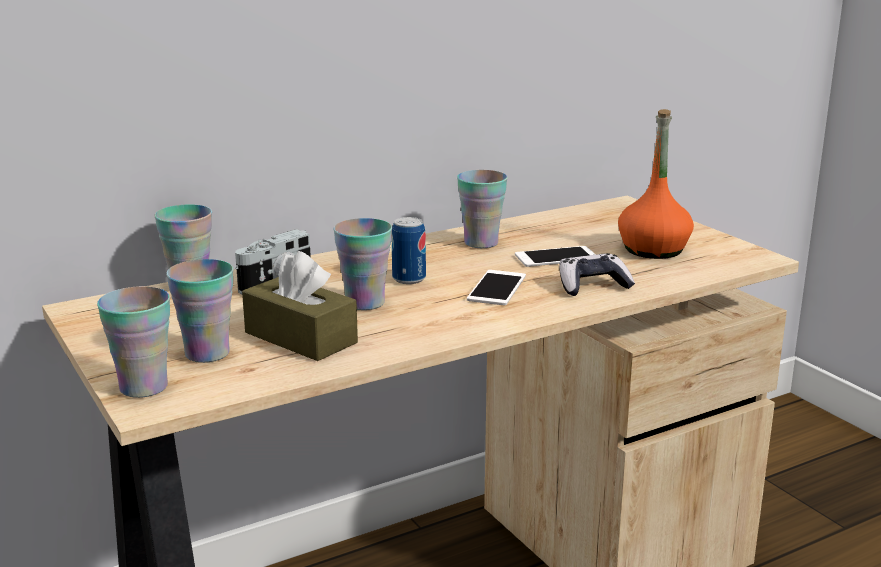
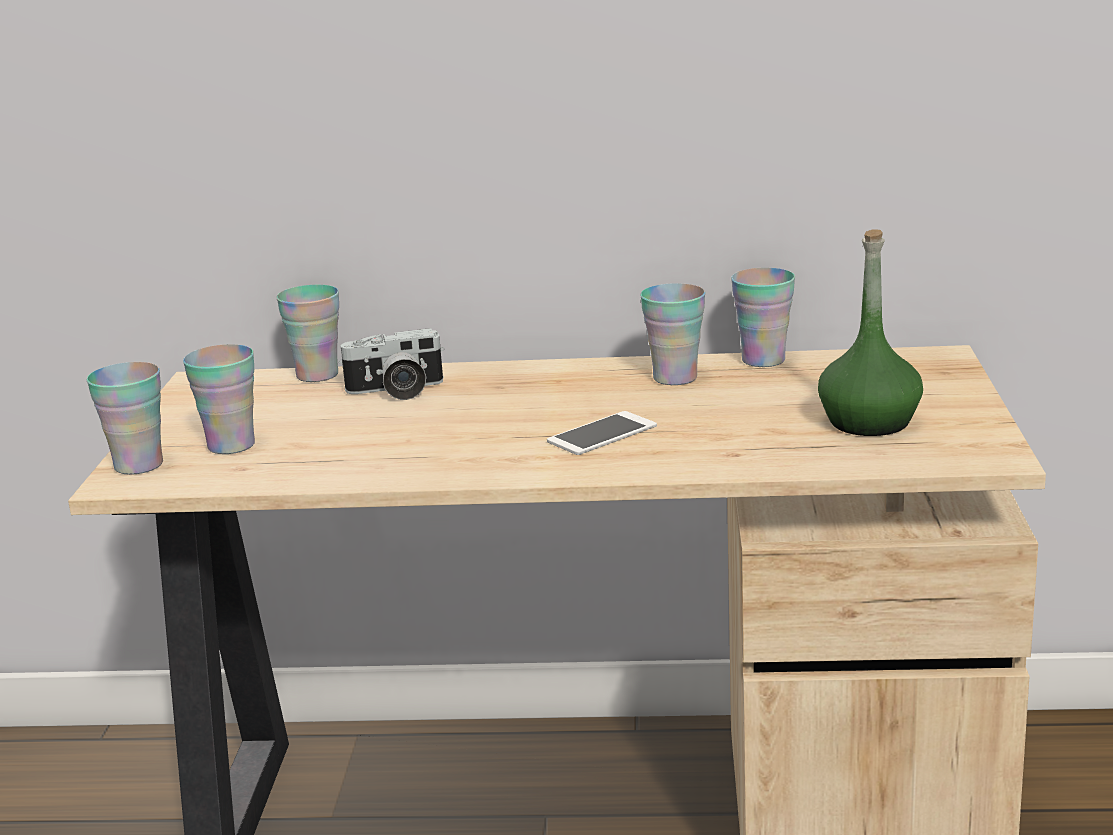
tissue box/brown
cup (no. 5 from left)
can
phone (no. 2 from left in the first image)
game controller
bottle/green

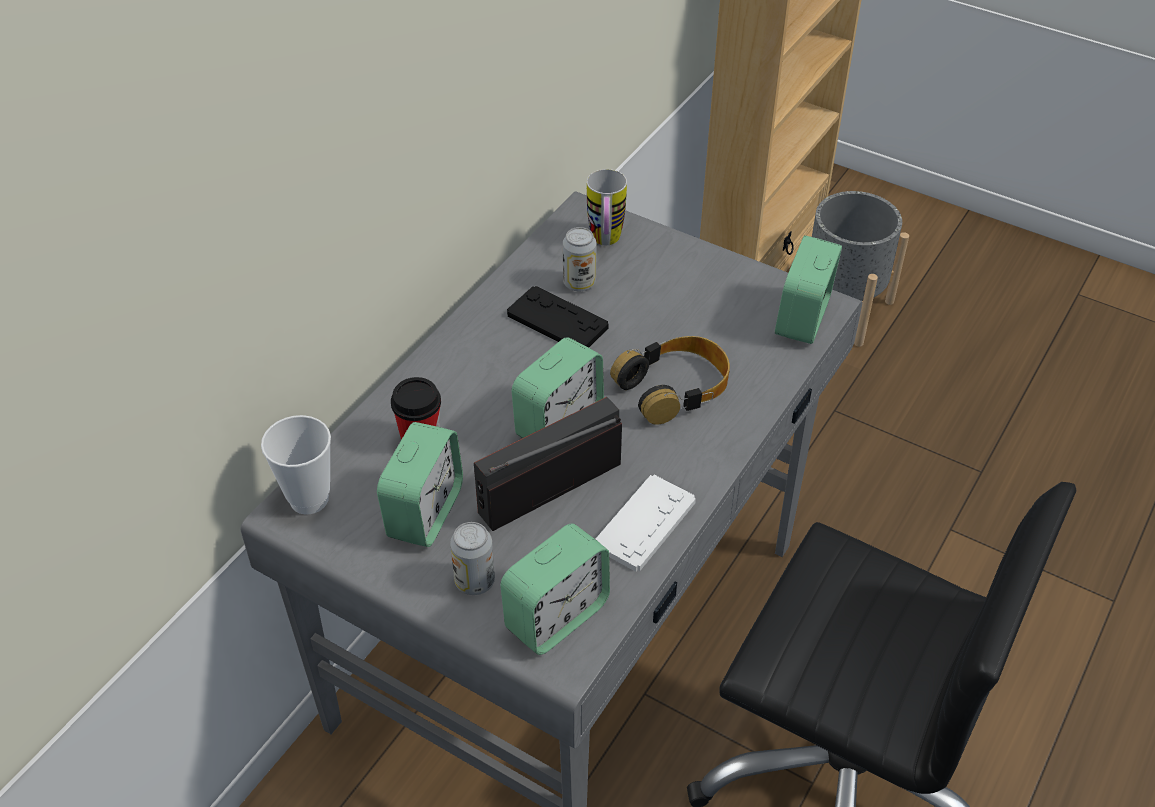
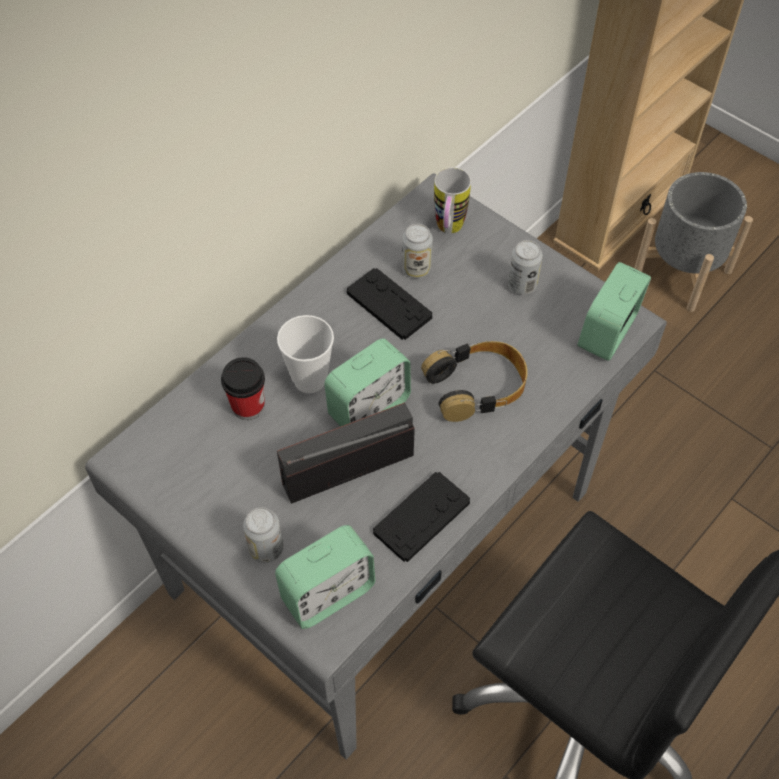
cup (no. 2 from left)
alarm clock (no. 1 from left in the first image)
game controller/black (no. 2 from left)
can (no. 3 from left)

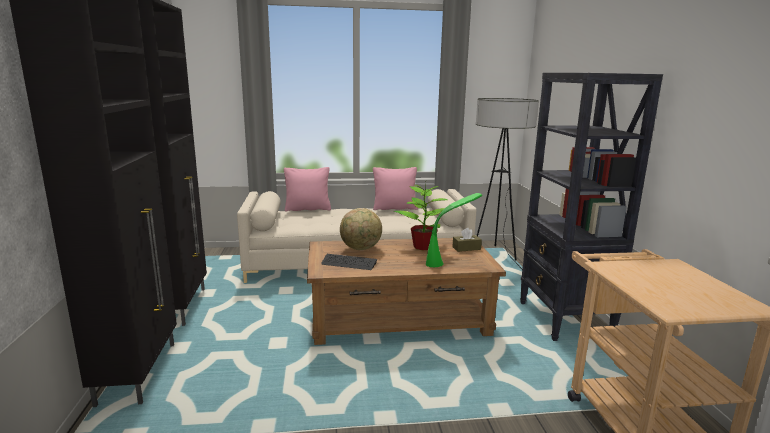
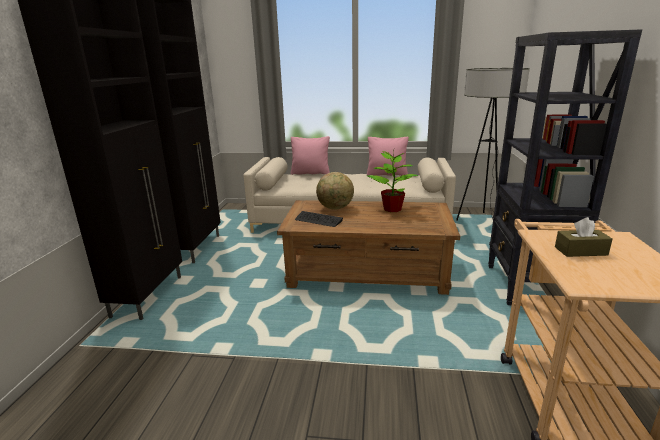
table lamp/green
tissue box/brown

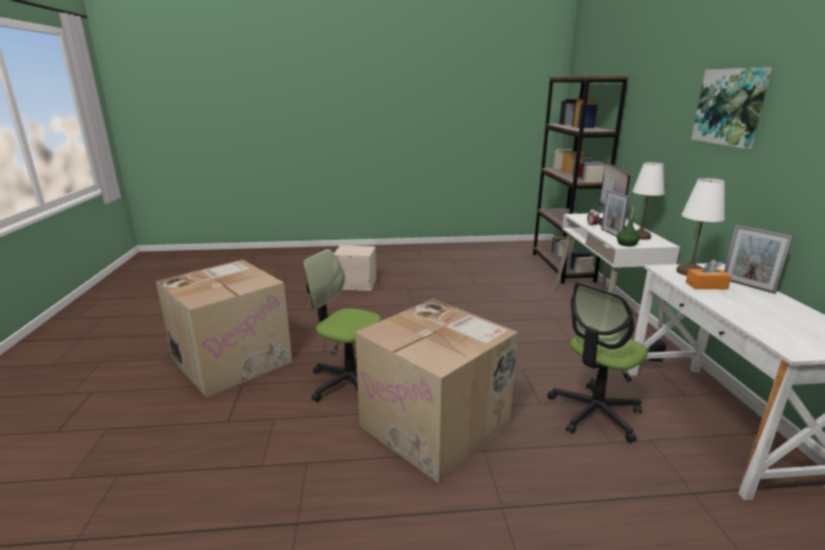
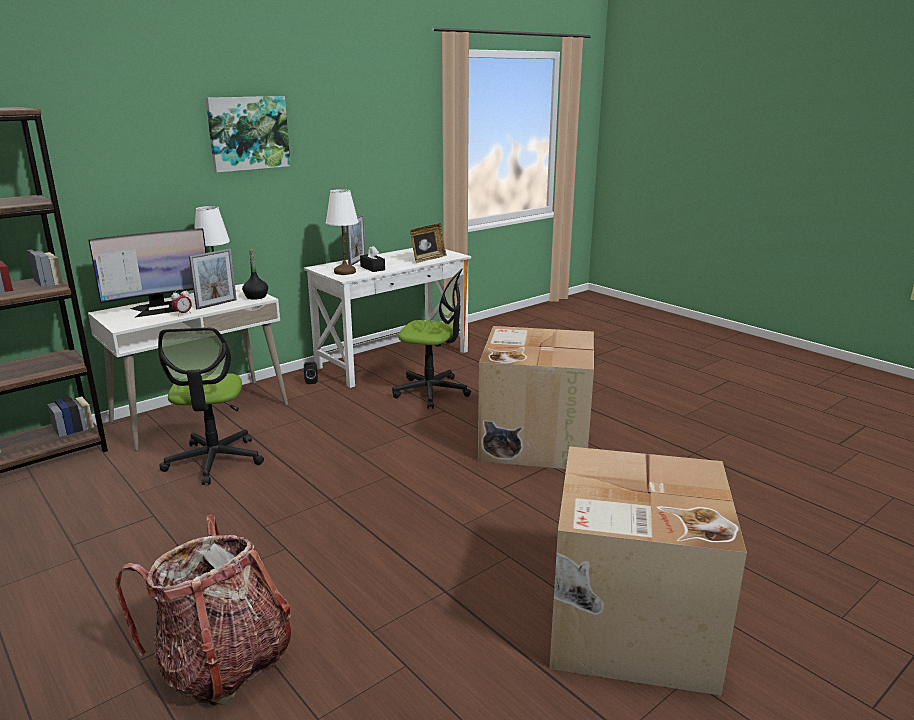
office chair (no. 1 from left)
backpack
bottle/black
tissue box/black
picture frame (no. 3 from left)

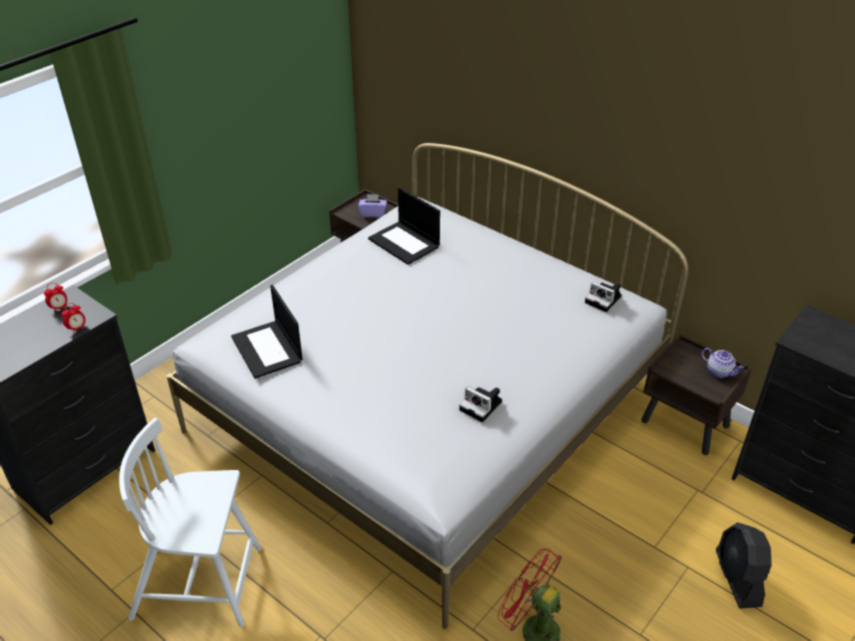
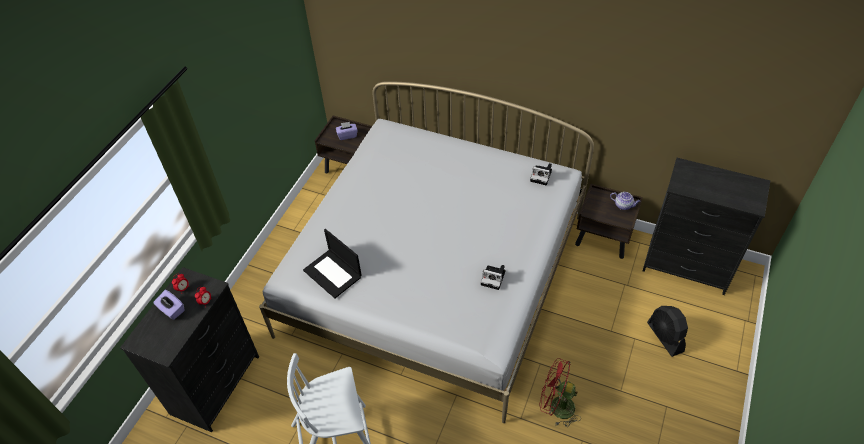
laptop (no. 2 from left in the first image)
tissue box/purple (no. 1 from left)

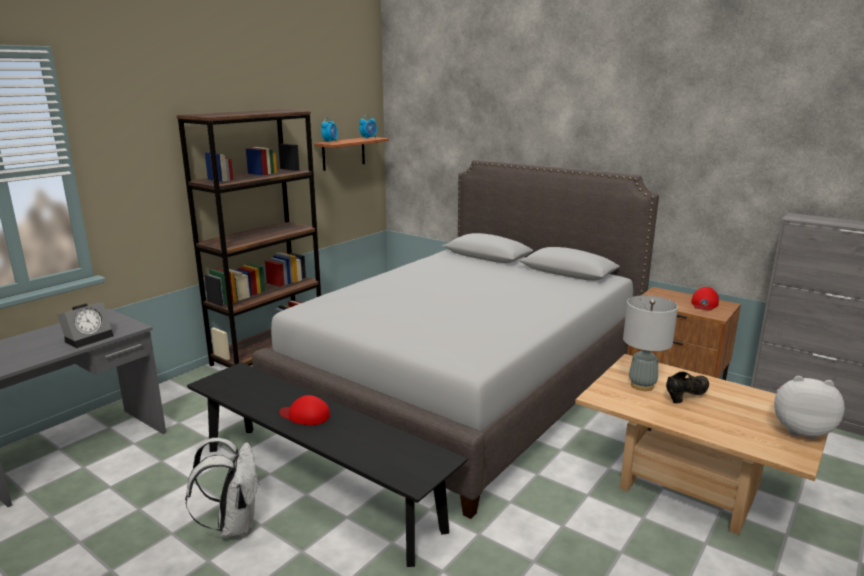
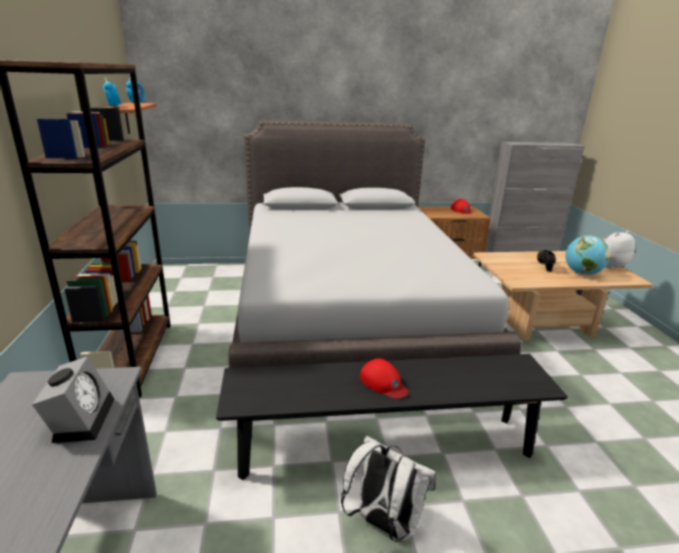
cap/red (no. 1 from left)
table lamp/grey
globe

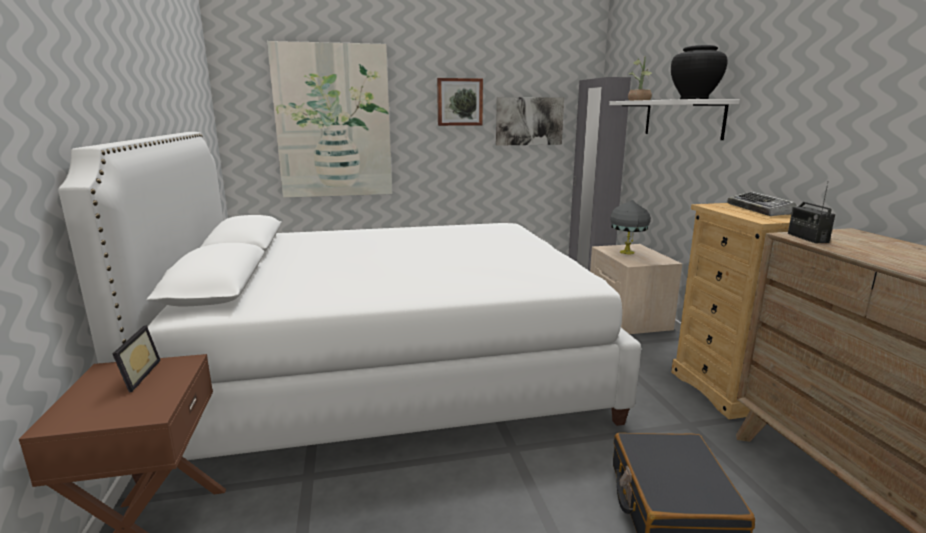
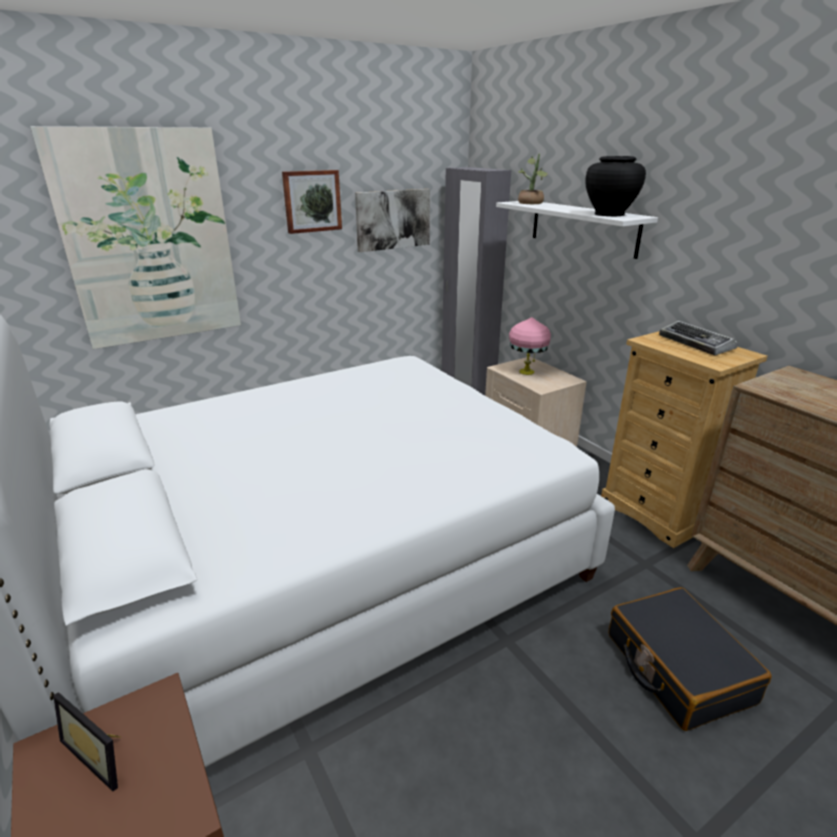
picture frame
table lamp/pink
radio

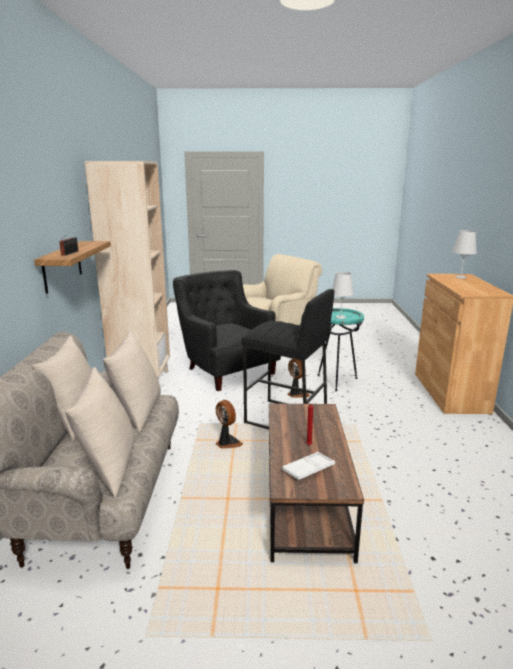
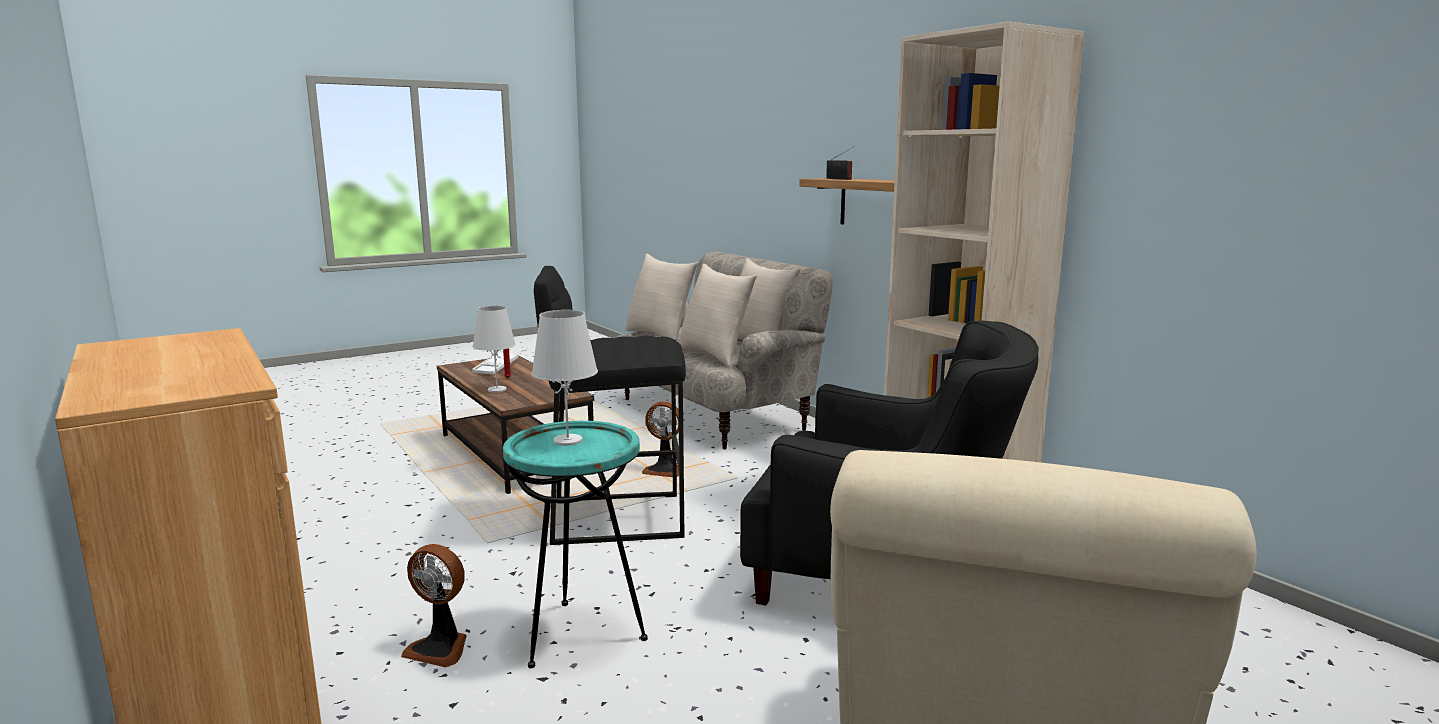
fan (no. 1 from left)
table lamp/white (no. 1 from left)

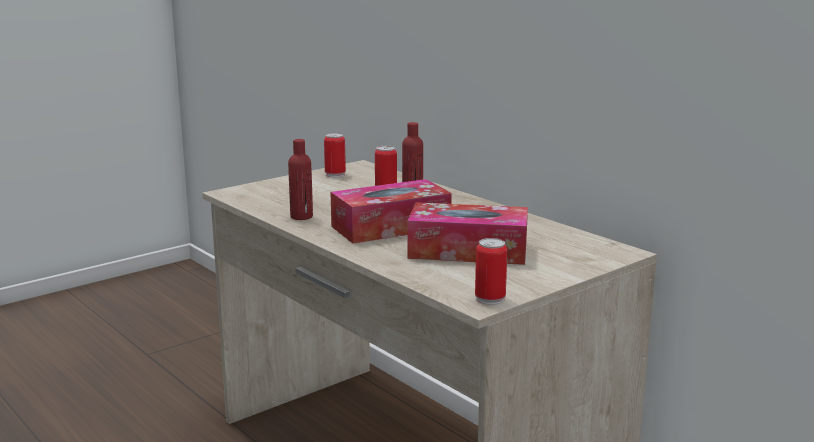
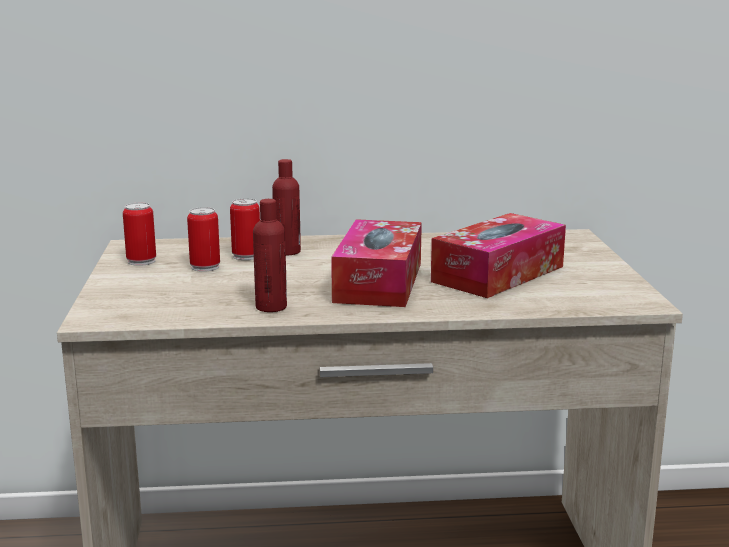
can (no. 2 from left)

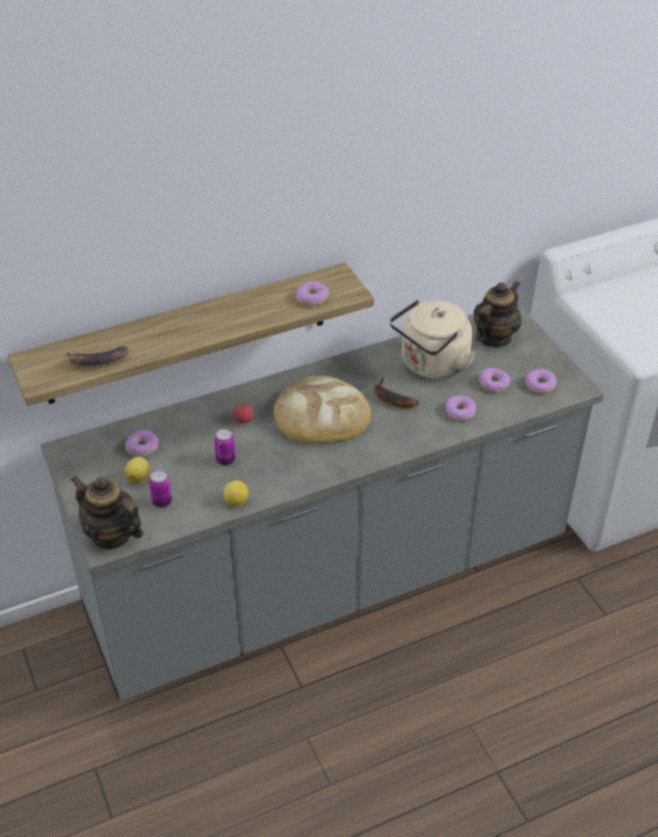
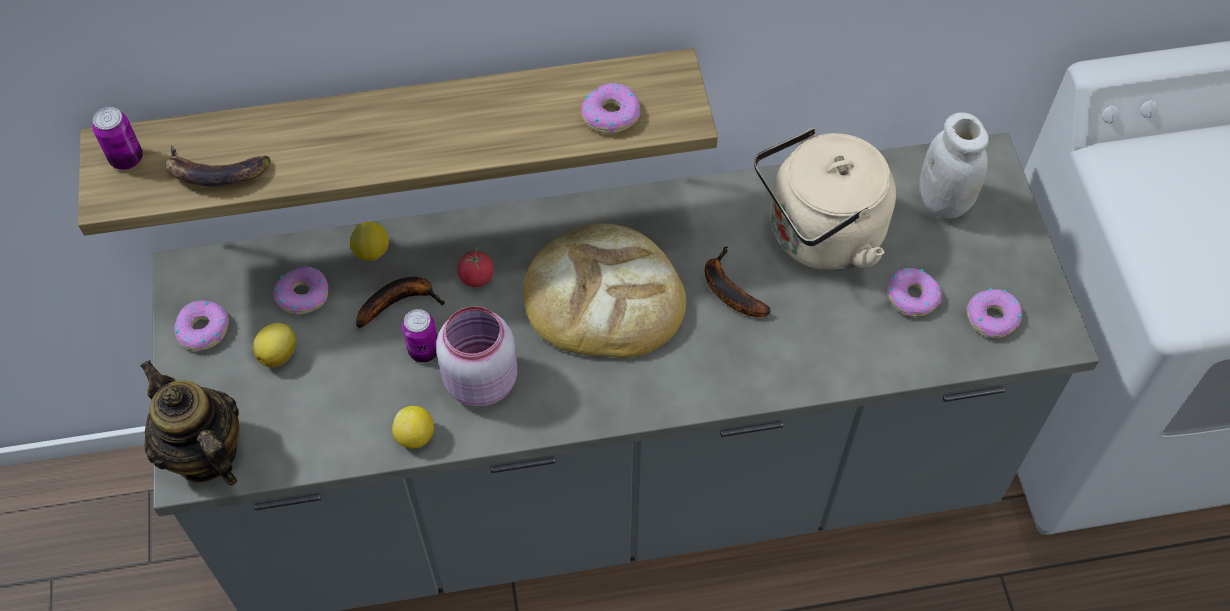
can (no. 1 from left)
donut (no. 1 from left)
jar/white
lemon (no. 2 from left)
banana (no. 2 from left)
jar/pink

